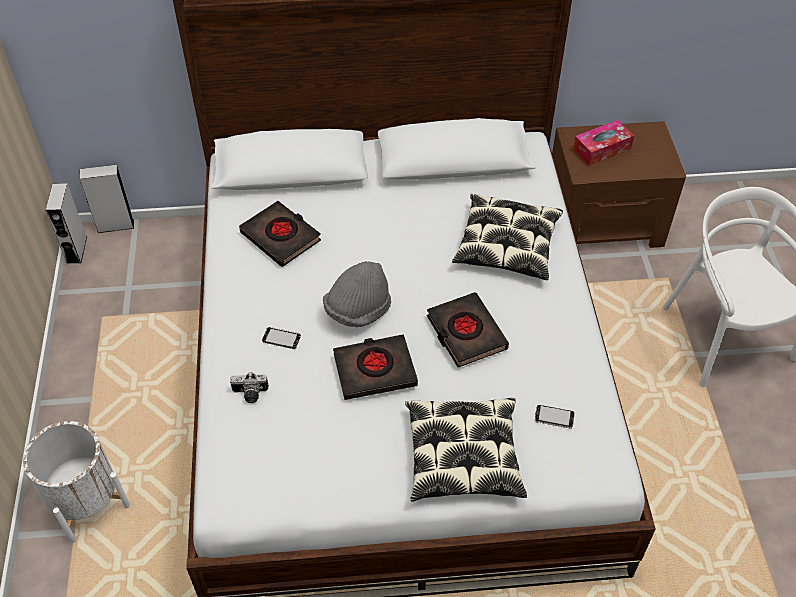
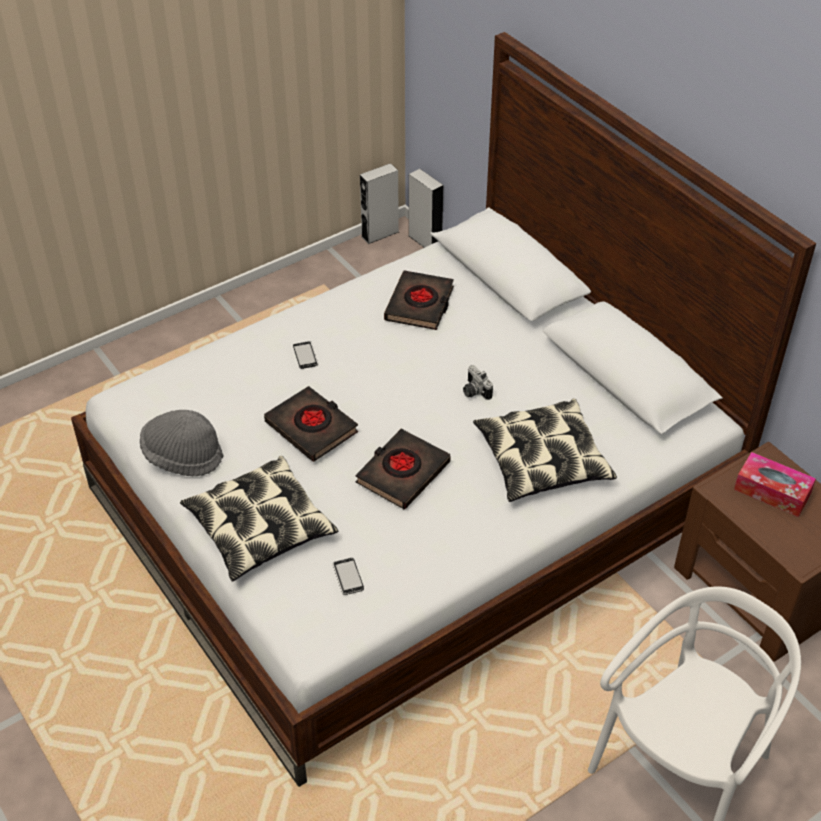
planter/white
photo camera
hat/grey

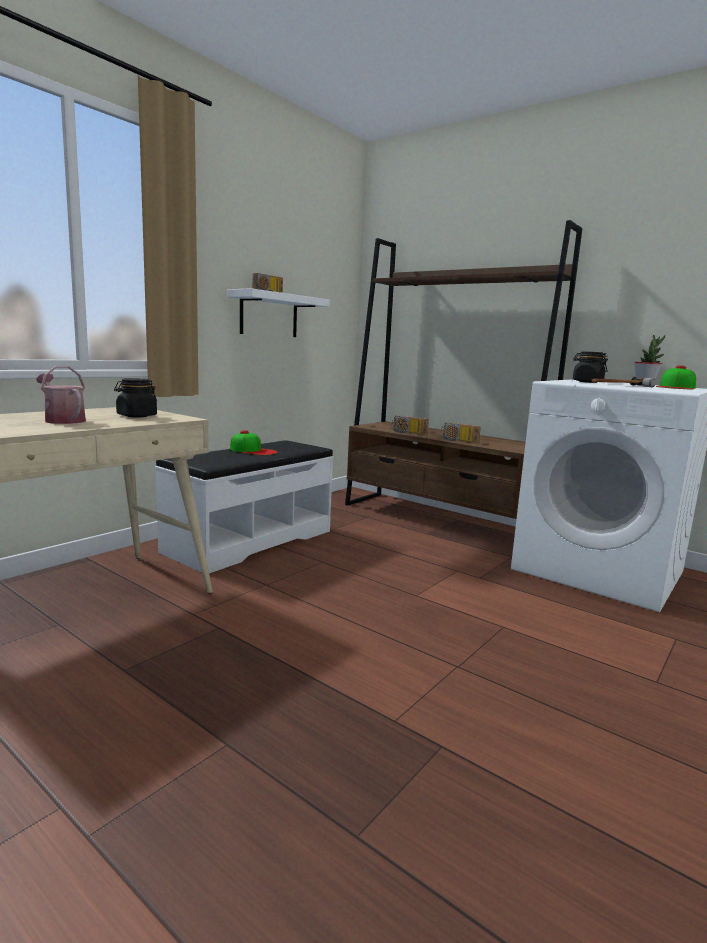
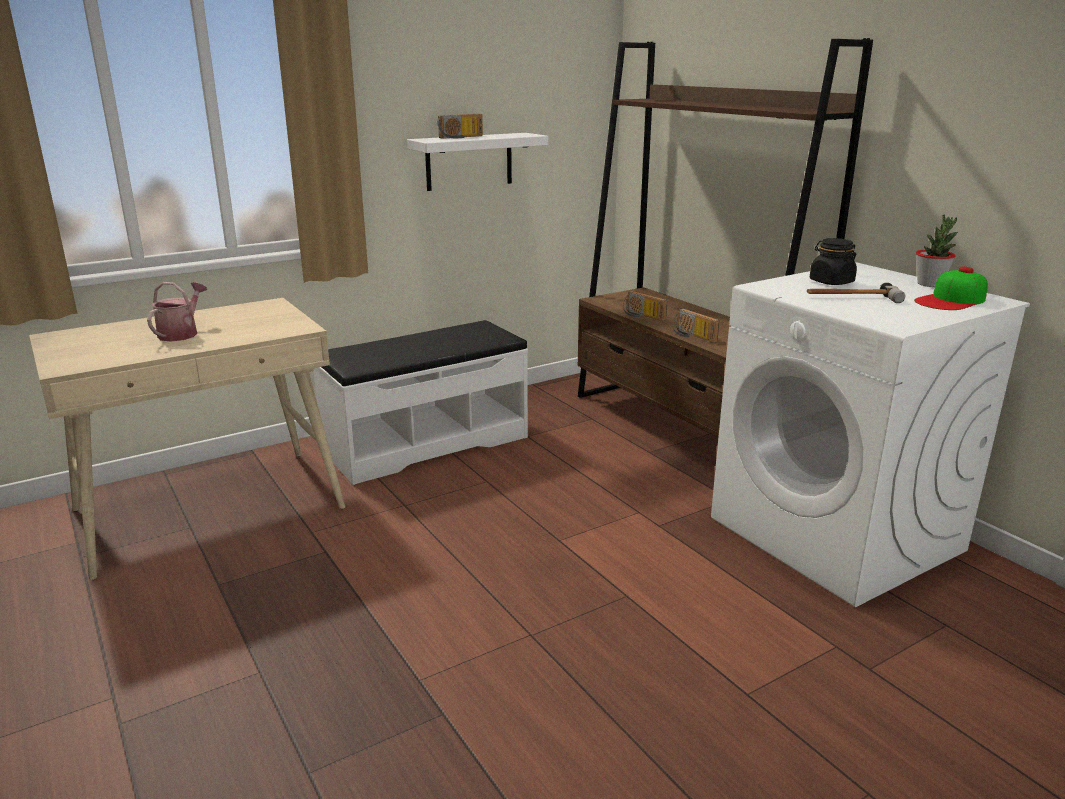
watering can
jar/black (no. 1 from left in the first image)
cap (no. 1 from left in the first image)

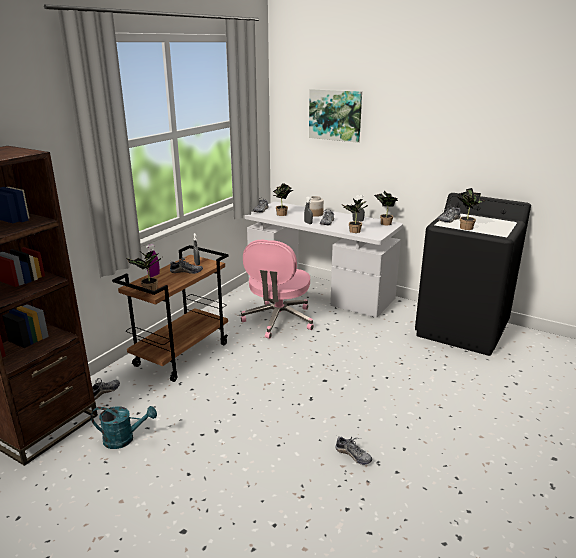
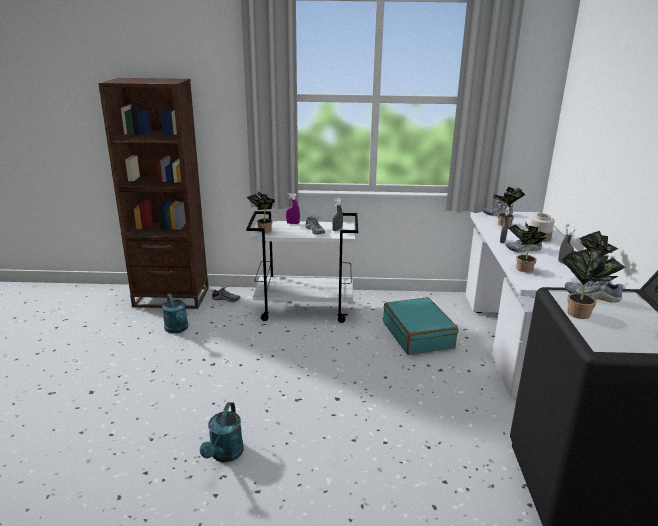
cart/white
suitcase/turquoise
picture
watering can/turquoise (no. 2 from left)

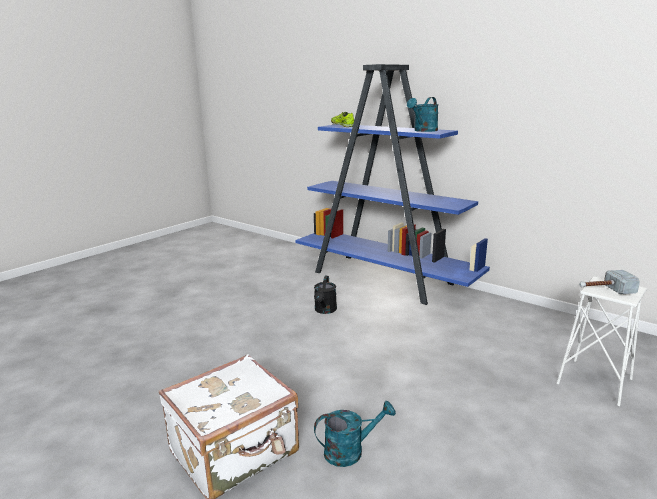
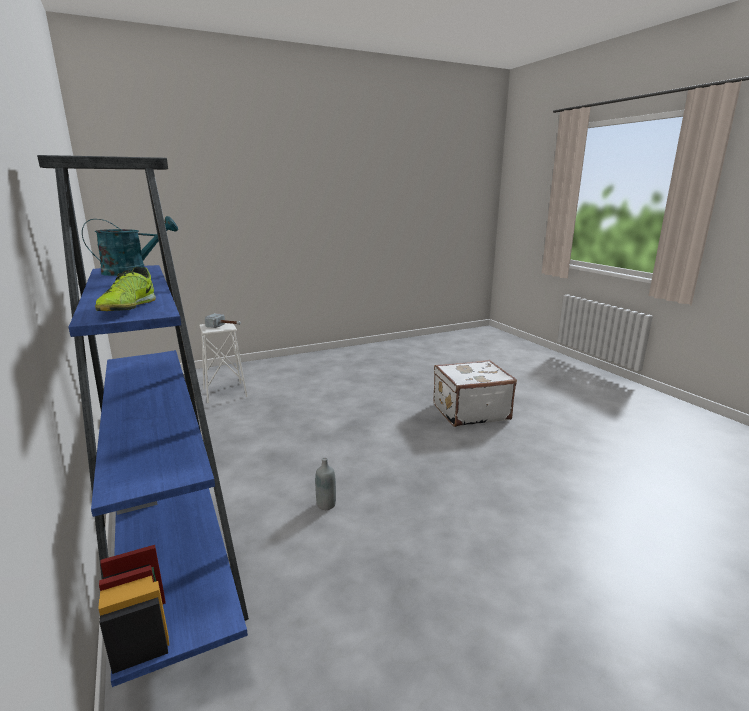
bottle/grey
watering can/turquoise (no. 1 from left in the first image)

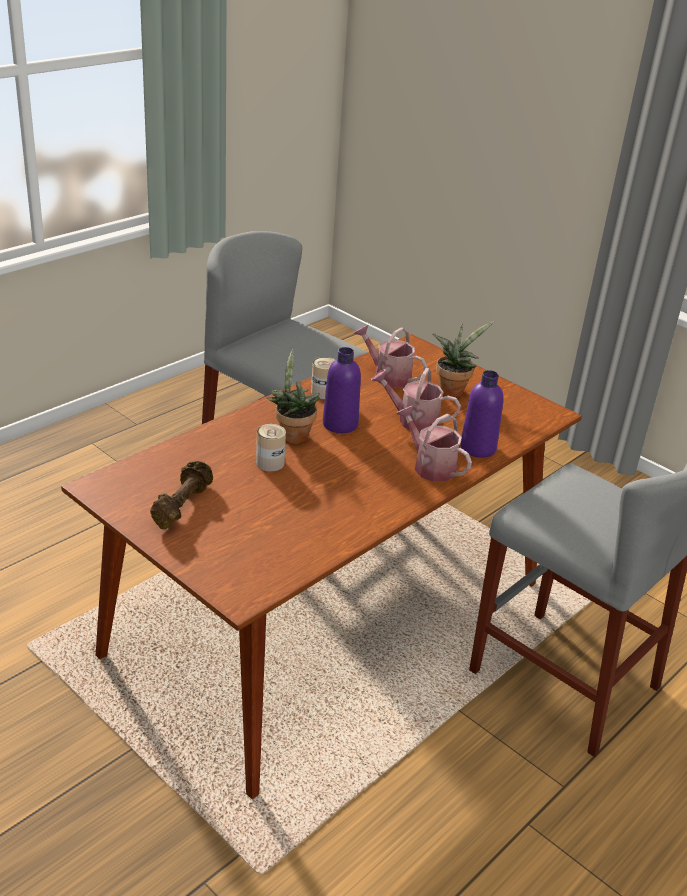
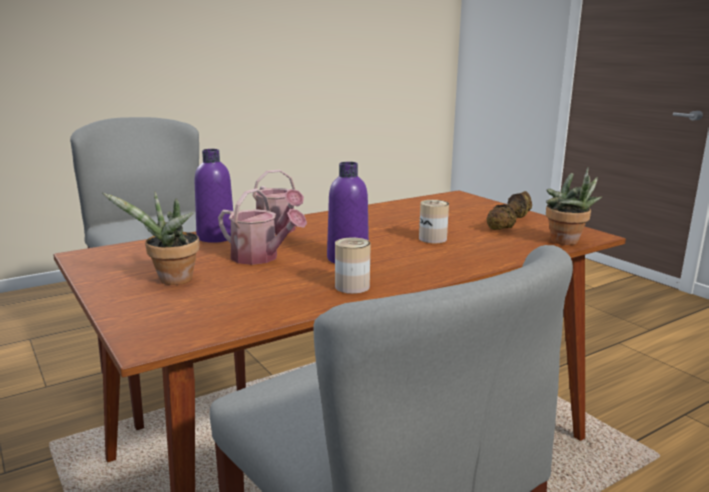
potted plant (no. 2 from left)
watering can (no. 1 from left in the first image)

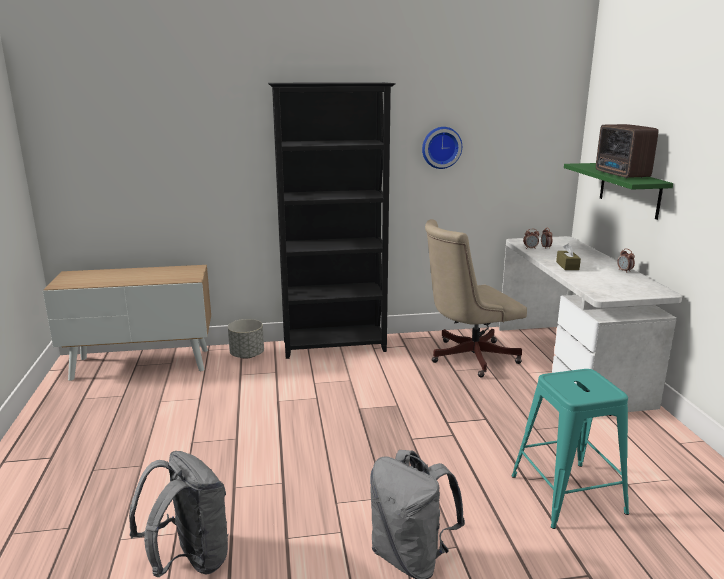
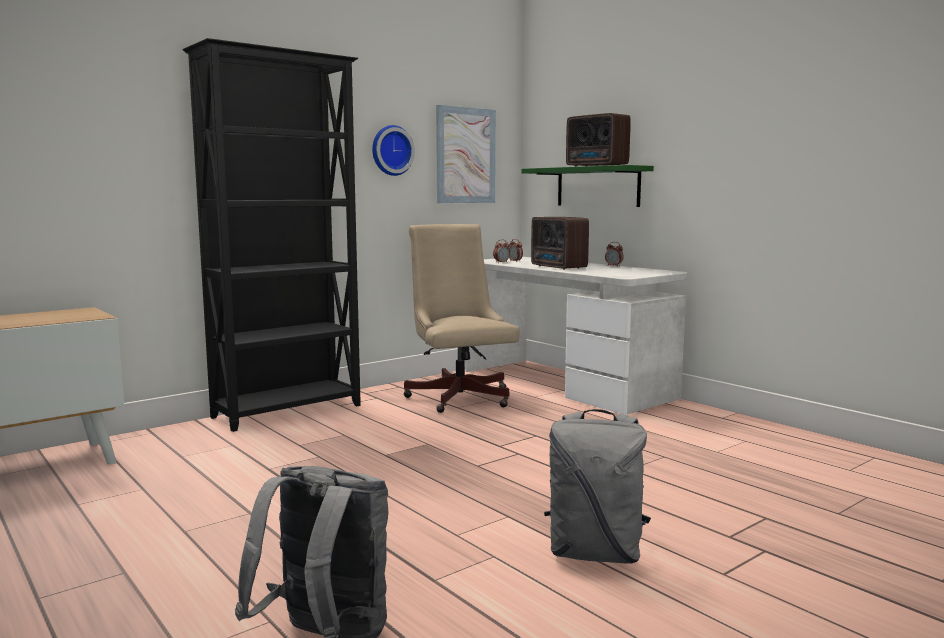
planter/grey
office chair/beige
stool/turquoise
radio (no. 1 from left)
picture

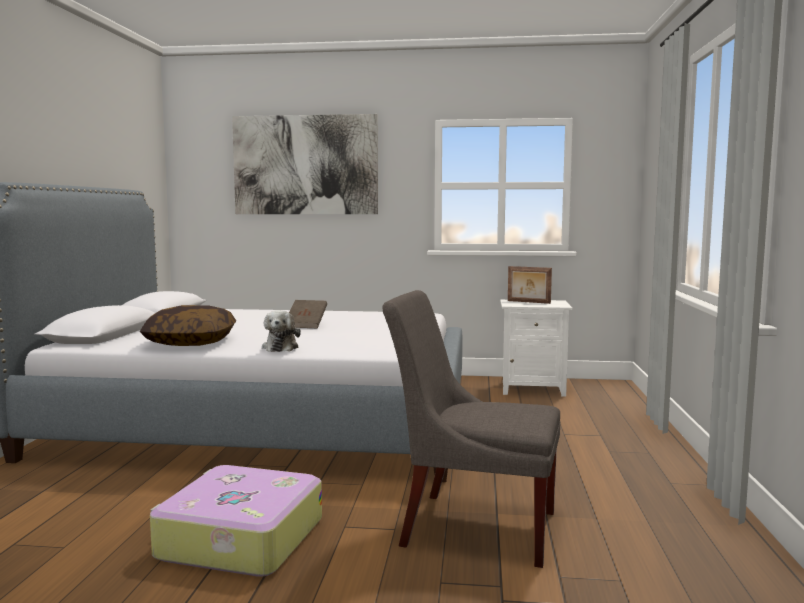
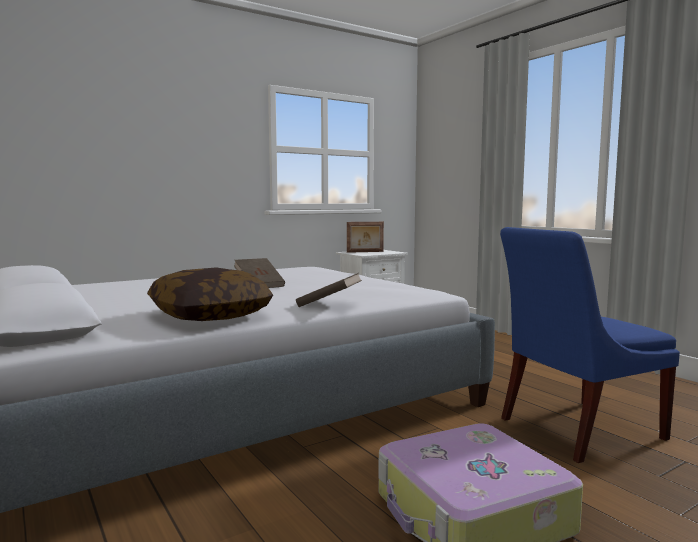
picture
book/brown (no. 2 from left)
chair/blue

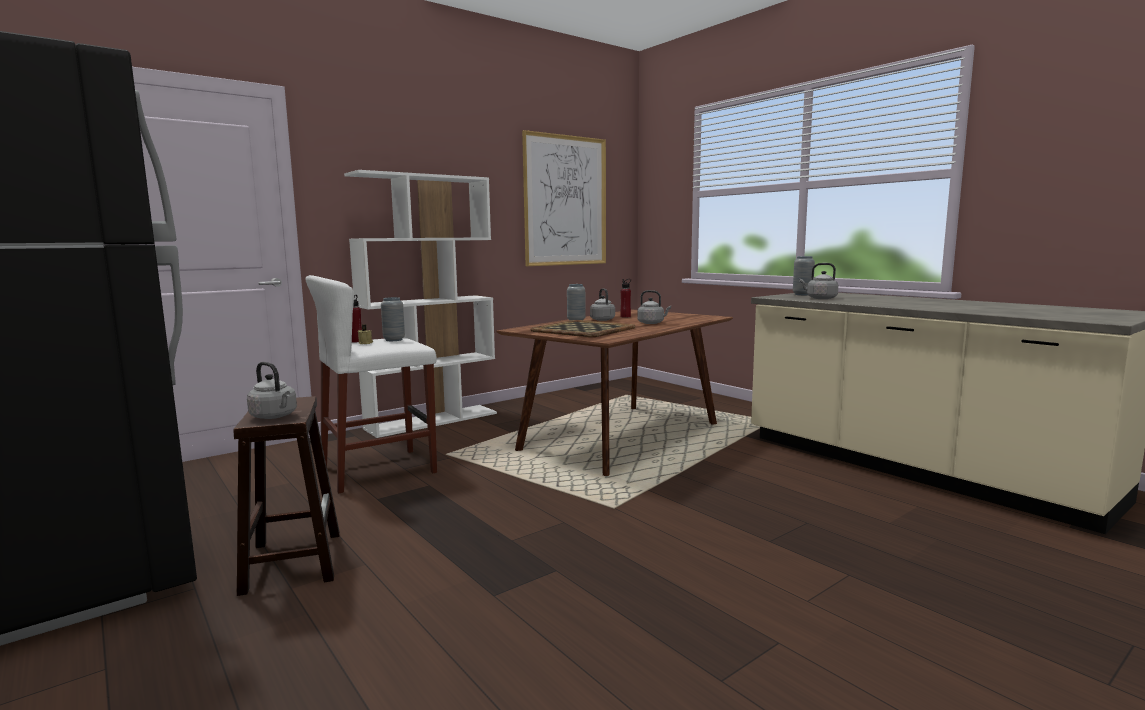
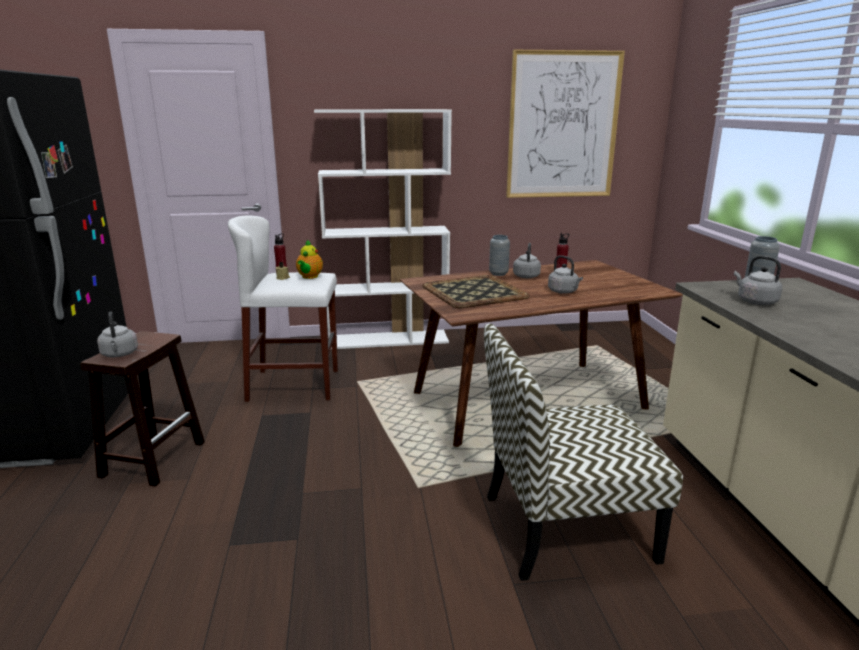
teapot
chair

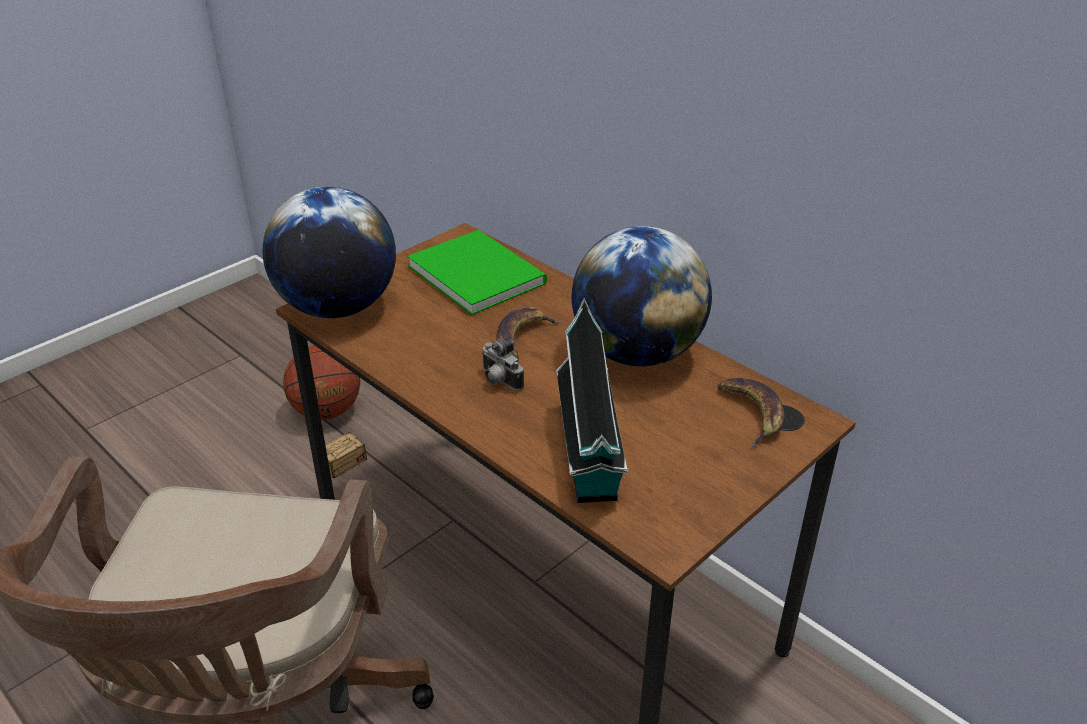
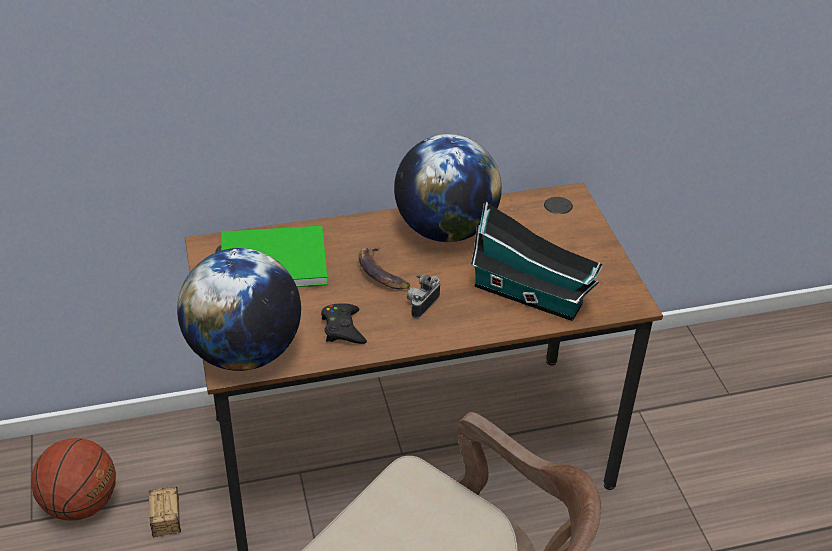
photo camera
banana (no. 2 from left in the first image)
game controller/black

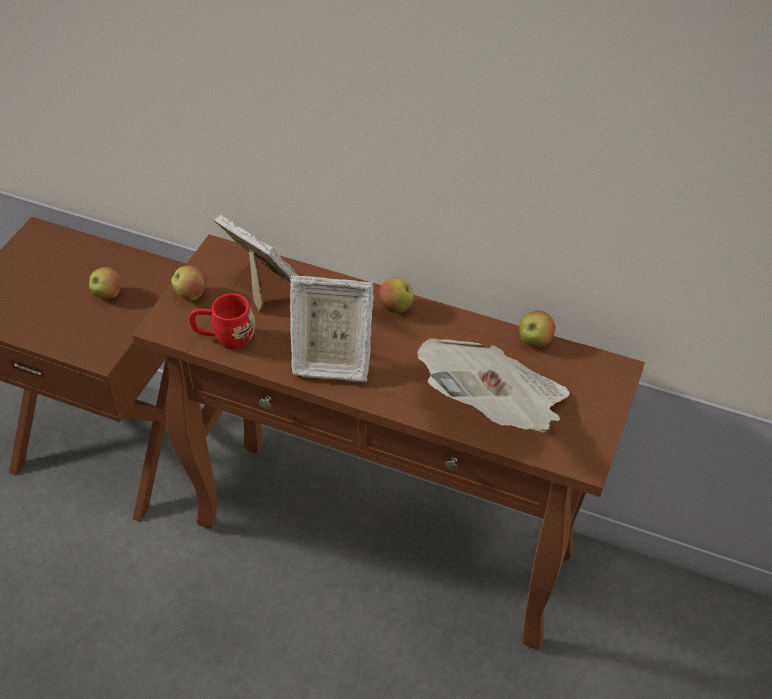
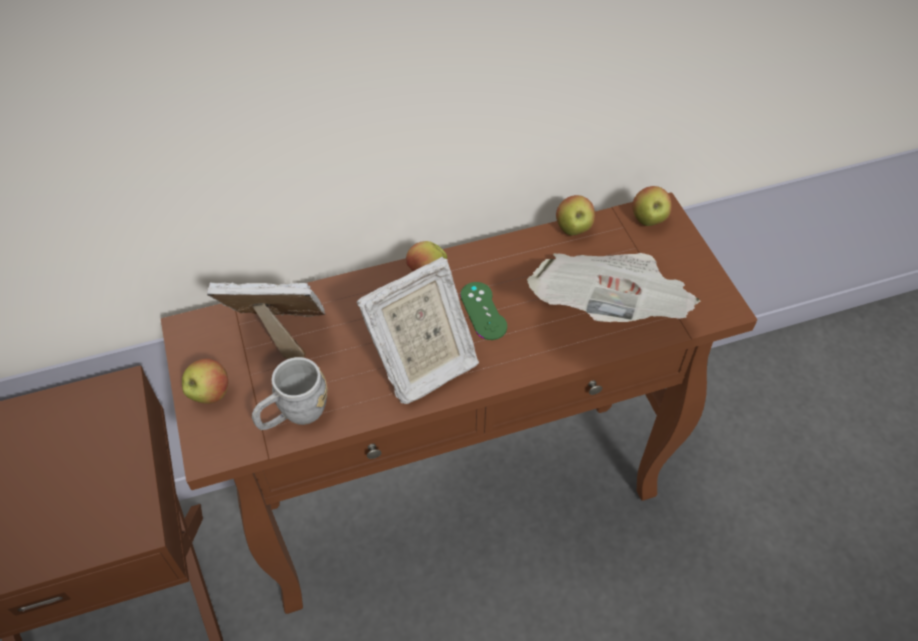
apple (no. 4 from left)
mug/grey
game controller/green

